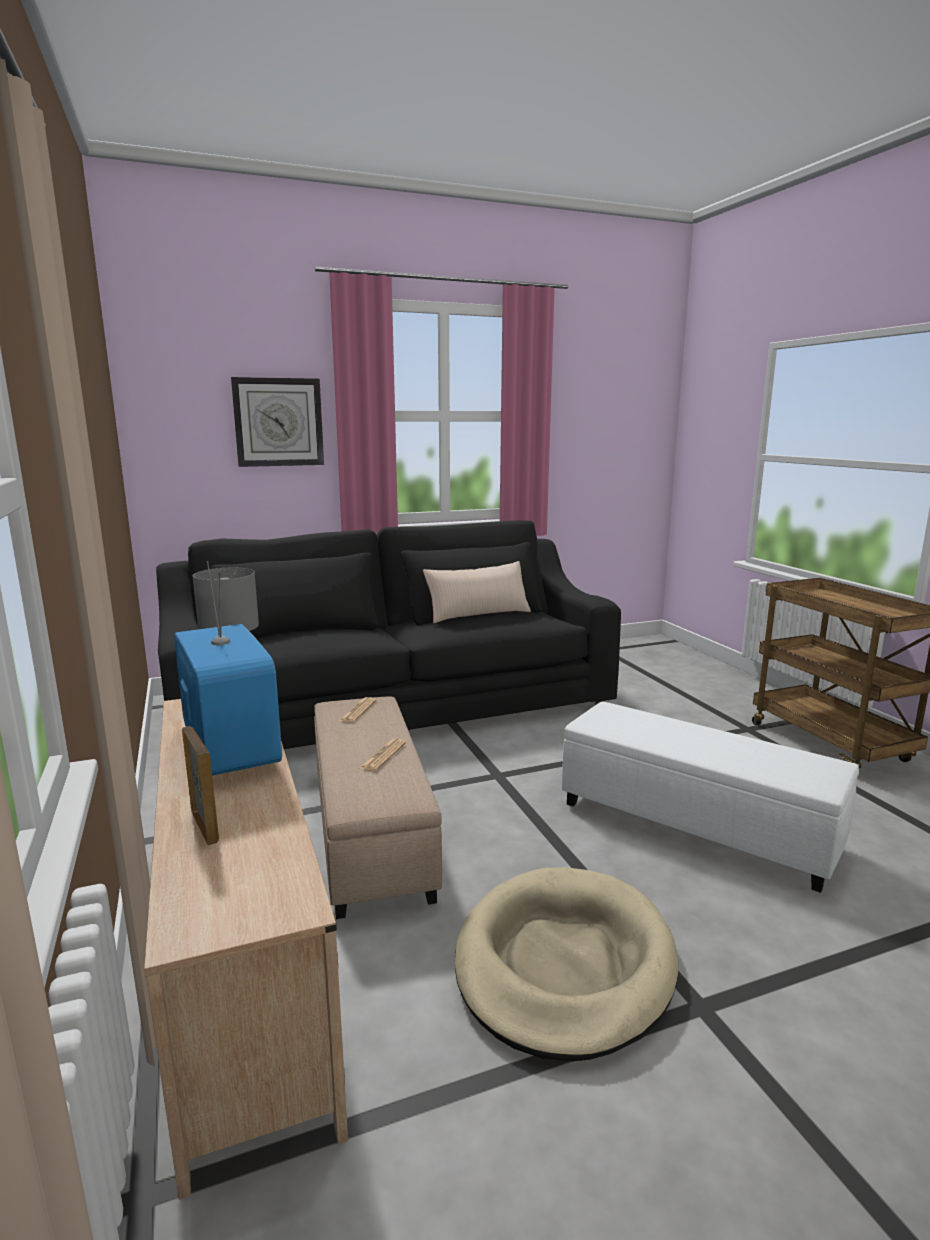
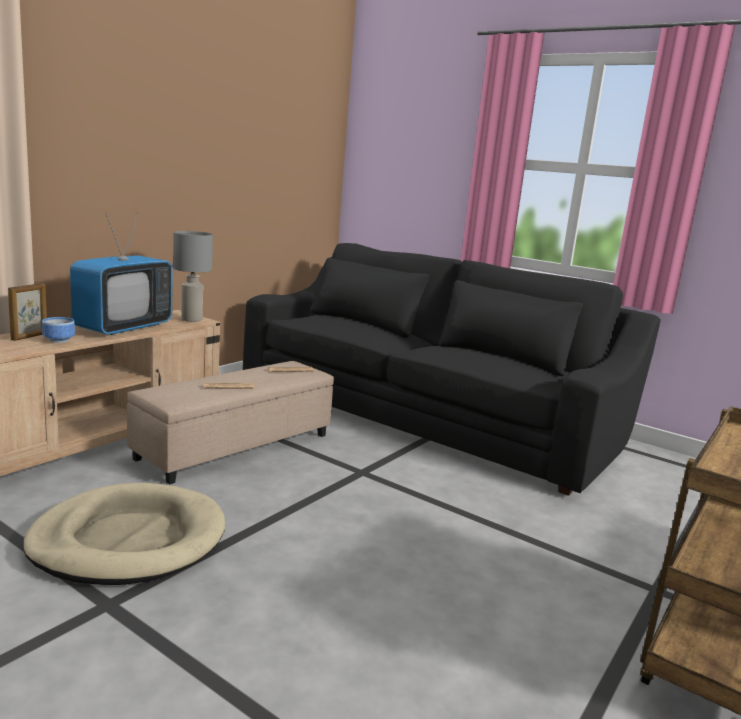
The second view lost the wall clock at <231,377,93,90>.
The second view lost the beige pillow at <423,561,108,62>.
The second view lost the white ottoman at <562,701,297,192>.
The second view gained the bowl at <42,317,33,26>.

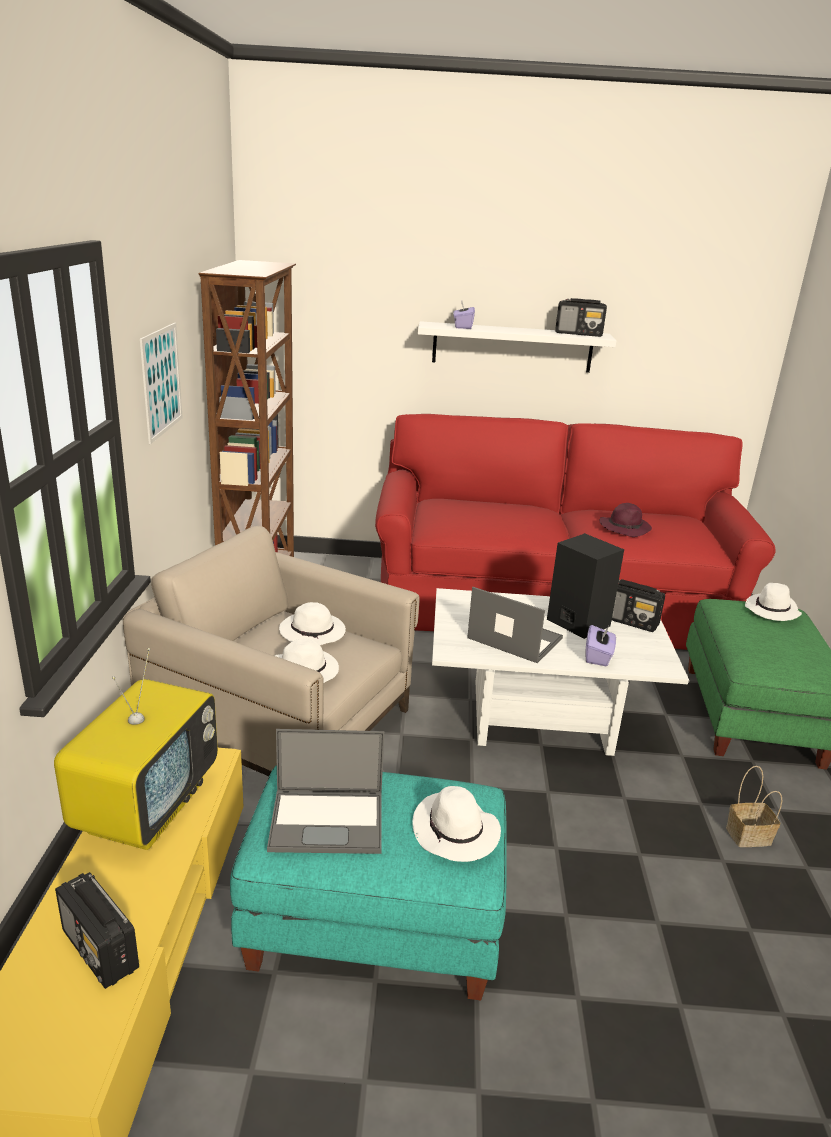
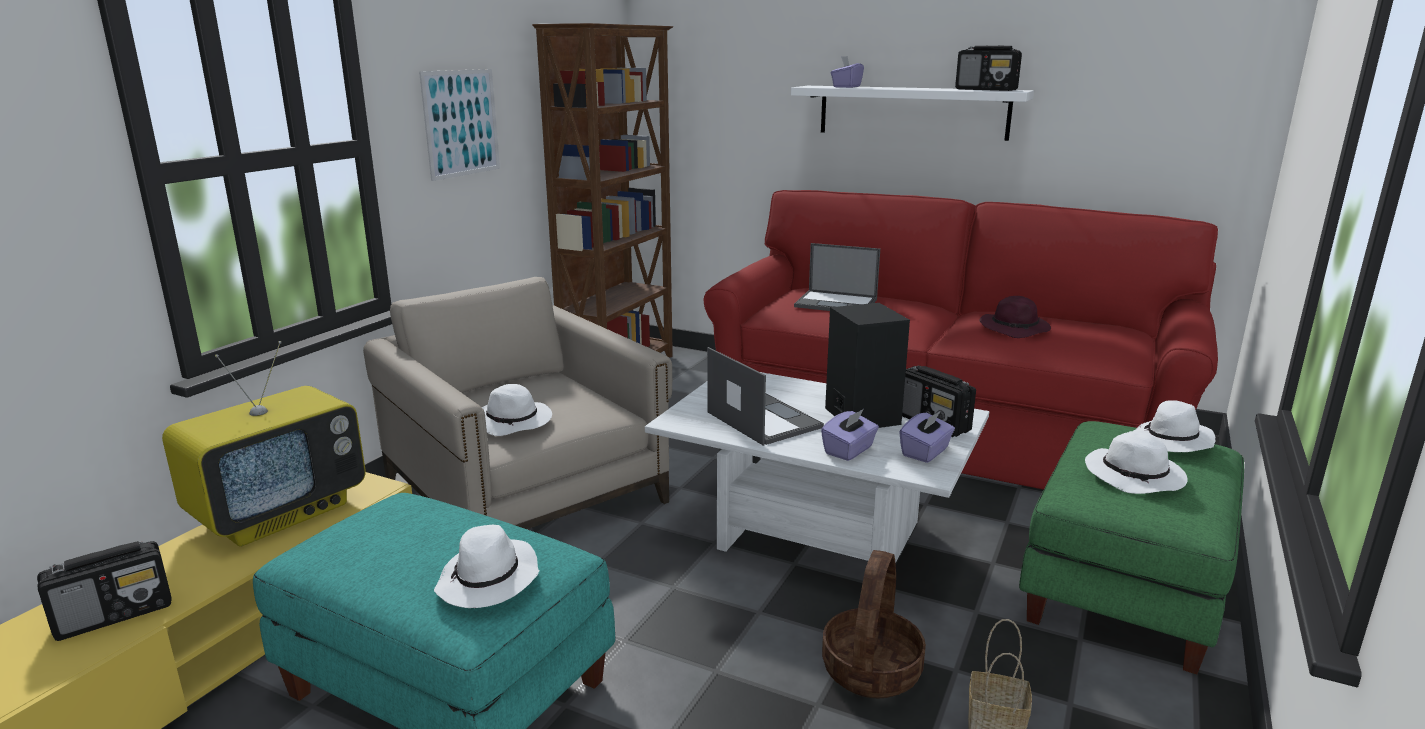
The white hat ended up elsewhere, having gone from <279,602,67,43> to <1085,432,103,62>.
The laptop ended up elsewhere, having gone from <267,729,117,125> to <794,243,86,68>.
The radio at <55,872,84,117> ended up facing another way, 105 degrees counterclockwise from before.
The second view gained the purple tissue box at <899,411,56,52>.
The second view gained the basket at <822,550,104,148>.

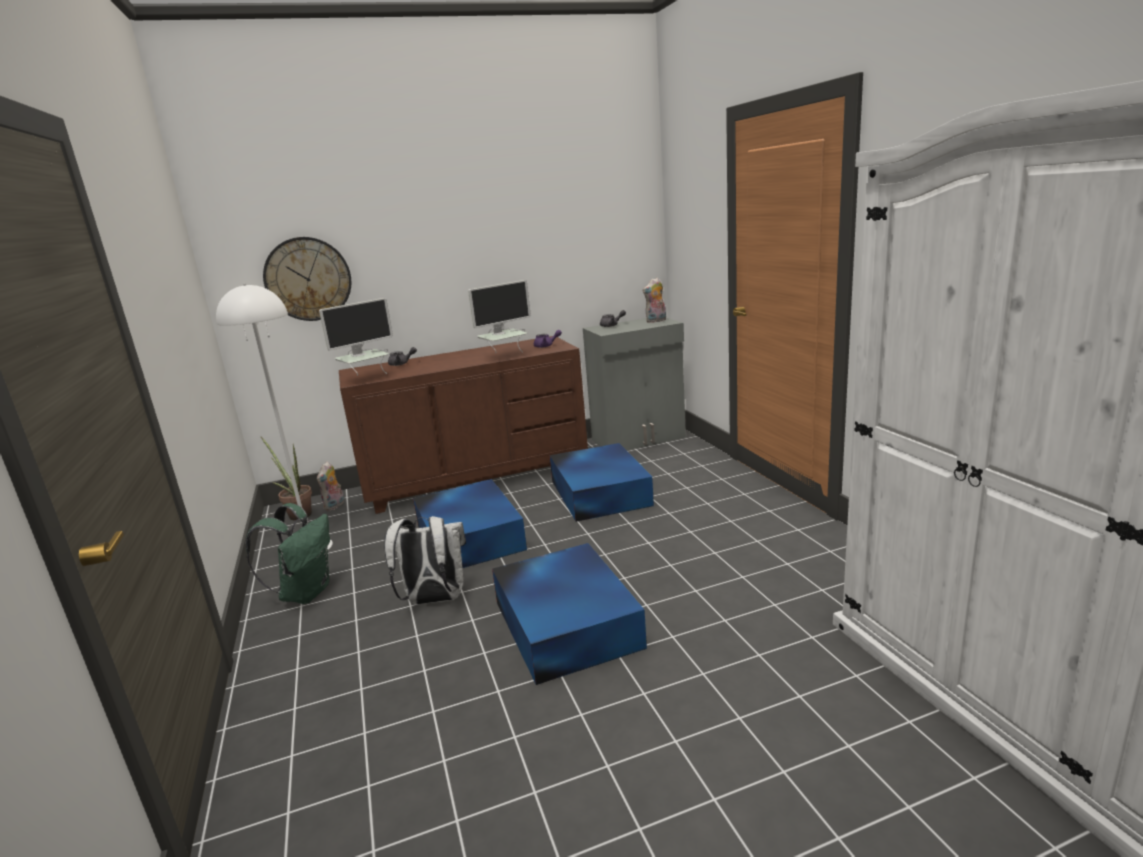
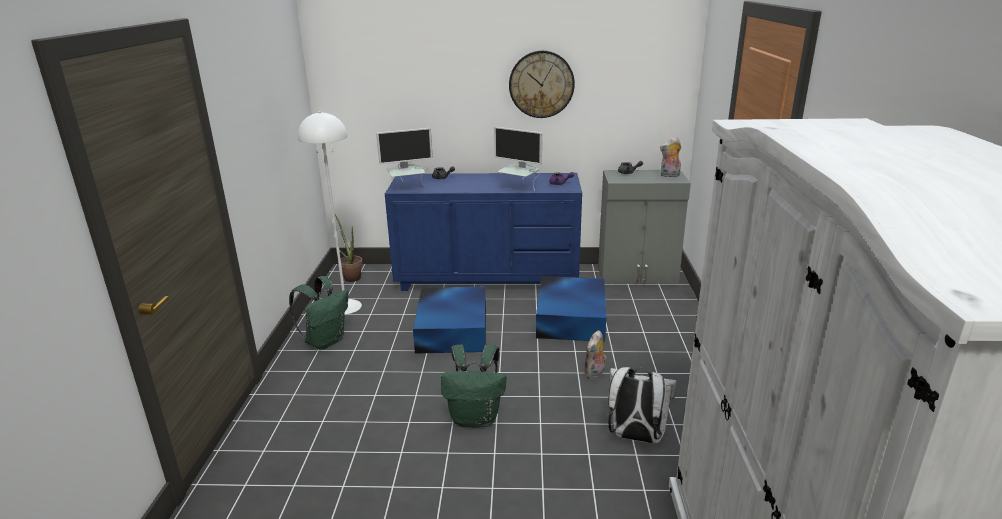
The wall clock ended up elsewhere, having gone from <263,237,88,84> to <509,51,66,67>.
The monitor at <468,280,63,74> ended up facing another way, 45 degrees clockwise from before.
What was the brown dresser at <339,336,249,178> turned into the blue dresser at <385,173,197,118>.
The plush toy ended up elsewhere, having gone from <317,461,27,50> to <584,330,23,49>.
The white backpack ended up elsewhere, having gone from <384,516,82,89> to <608,367,69,76>.
Where the blue storage box stood at <492,543,155,142>, the green backpack came to stand at <441,344,65,83>.

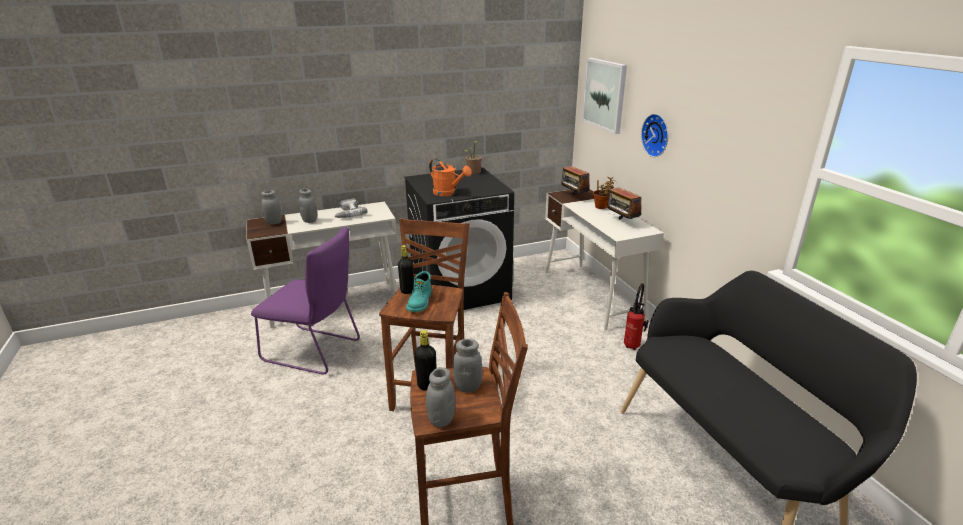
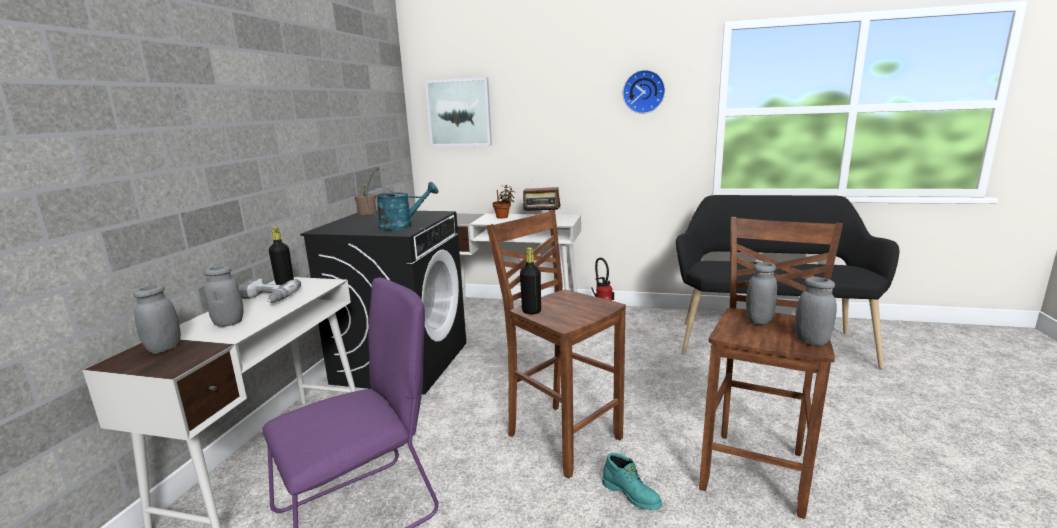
The wall clock ended up elsewhere, having gone from <641,114,27,43> to <623,70,42,44>.
What was the orange watering can at <429,159,43,37> turned into the turquoise watering can at <367,182,71,49>.
The second view lost the radio at <561,166,29,29>.
The turquoise boot ended up elsewhere, having gone from <406,271,26,41> to <602,453,60,57>.
The black bottle ended up elsewhere, having gone from <414,330,23,61> to <269,227,25,58>.

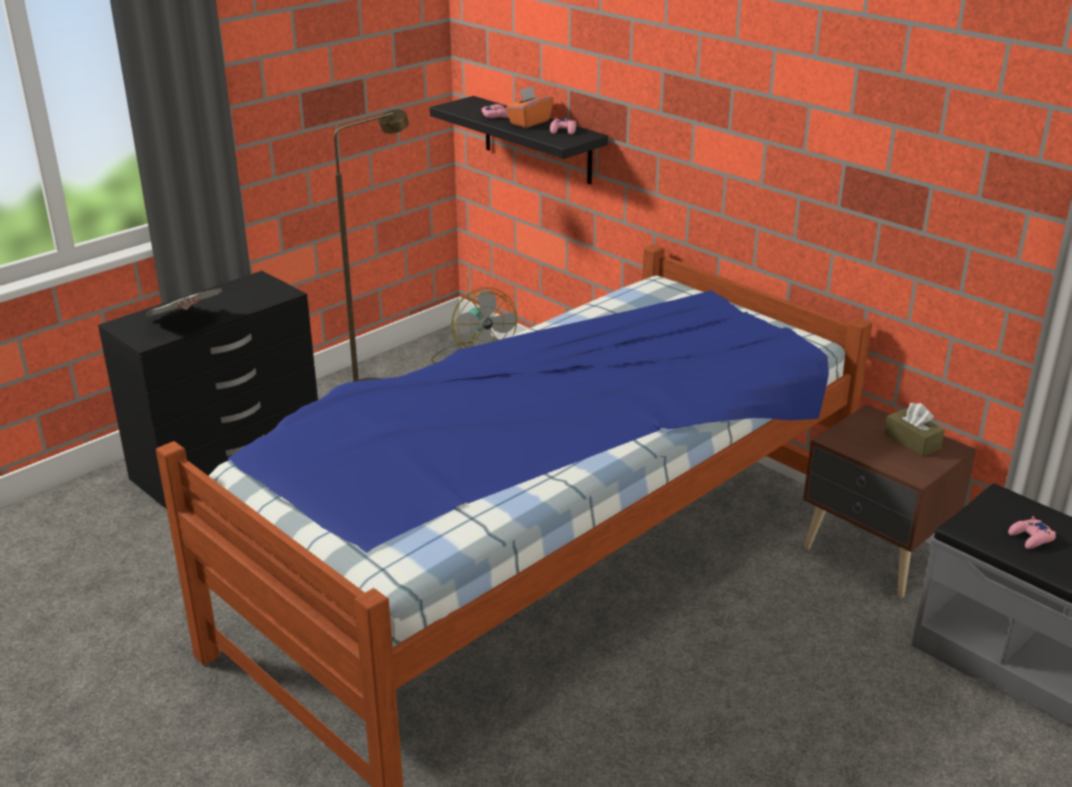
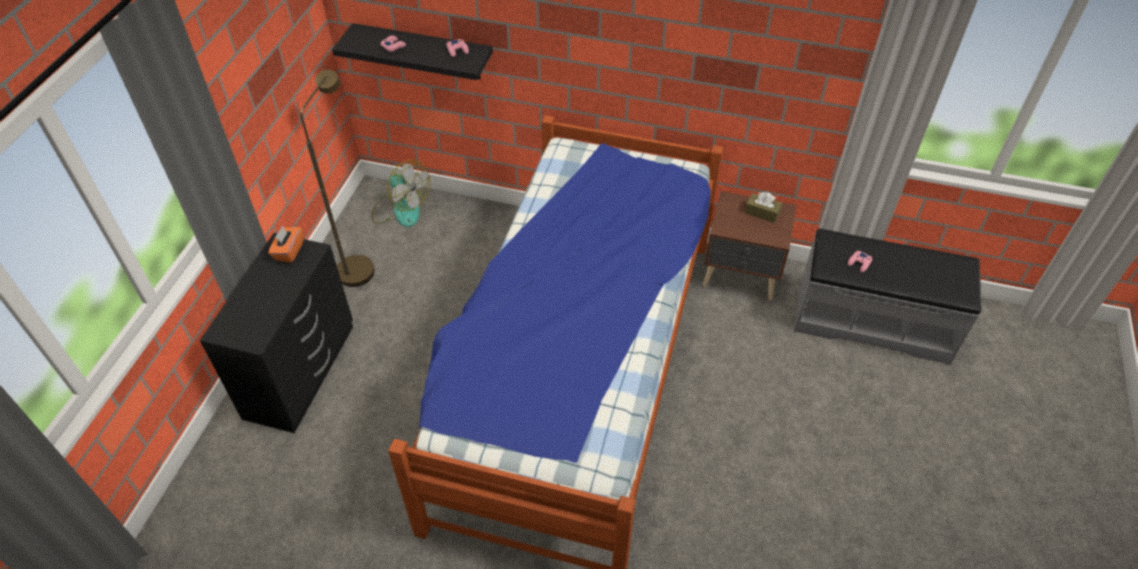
The orange tissue box ended up elsewhere, having gone from <506,86,48,42> to <268,226,35,37>.
The second view lost the newspaper at <146,288,76,28>.

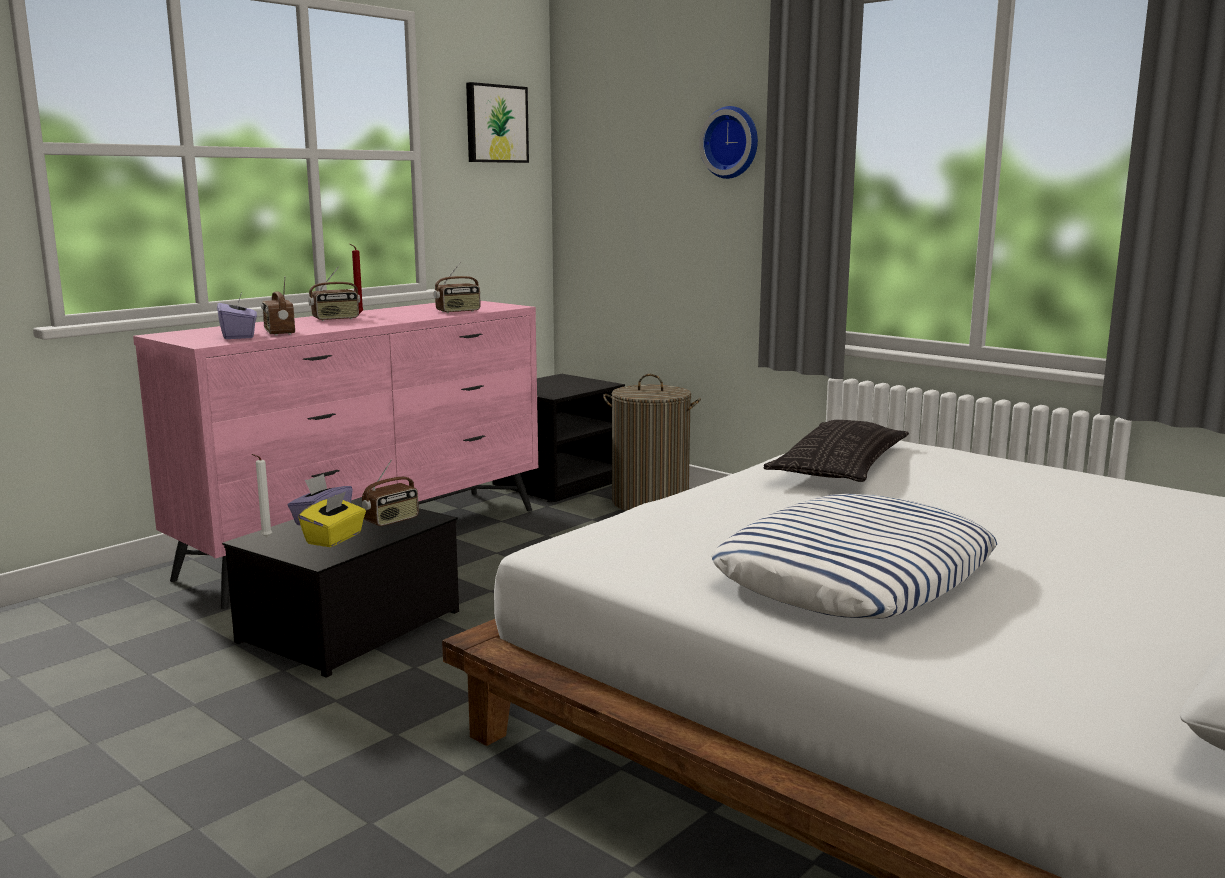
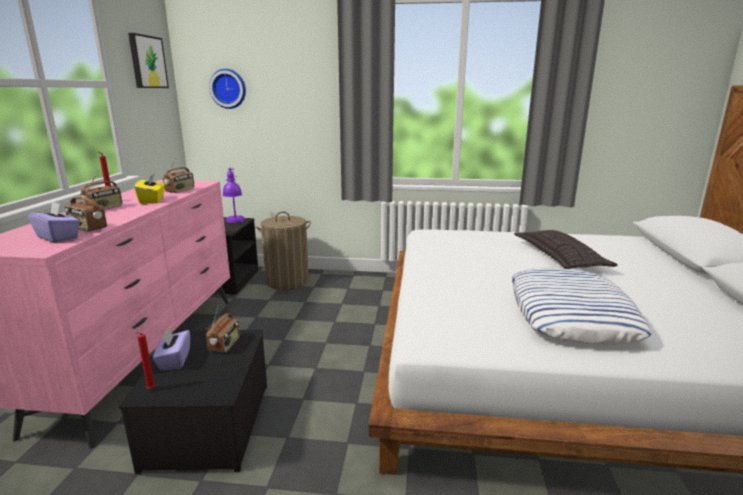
The wall clock ended up elsewhere, having gone from <699,106,59,73> to <209,69,37,40>.
The pillow ended up elsewhere, having gone from <764,420,145,62> to <514,230,104,39>.
What was the white candle at <252,454,20,83> turned into the red candle at <137,333,18,56>.
The yellow tissue box ended up elsewhere, having gone from <298,491,68,56> to <134,173,31,31>.
The second view gained the purple table lamp at <222,168,23,55>.

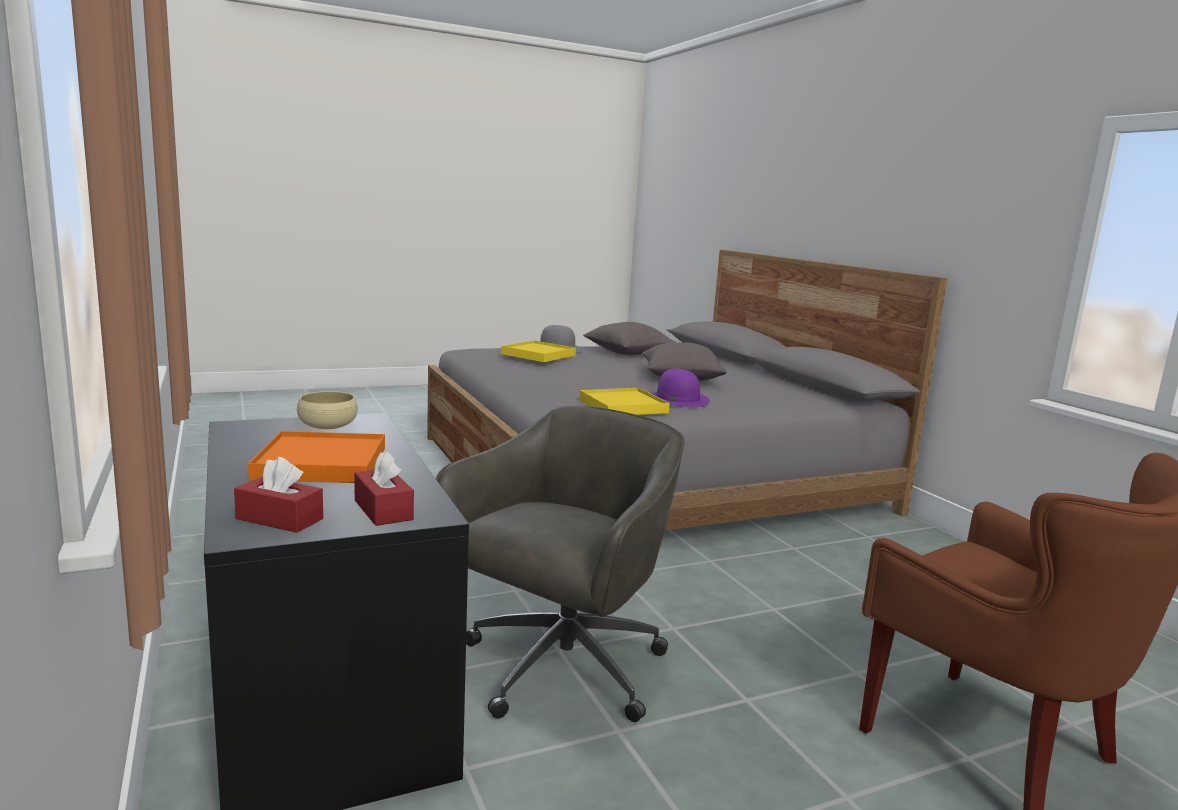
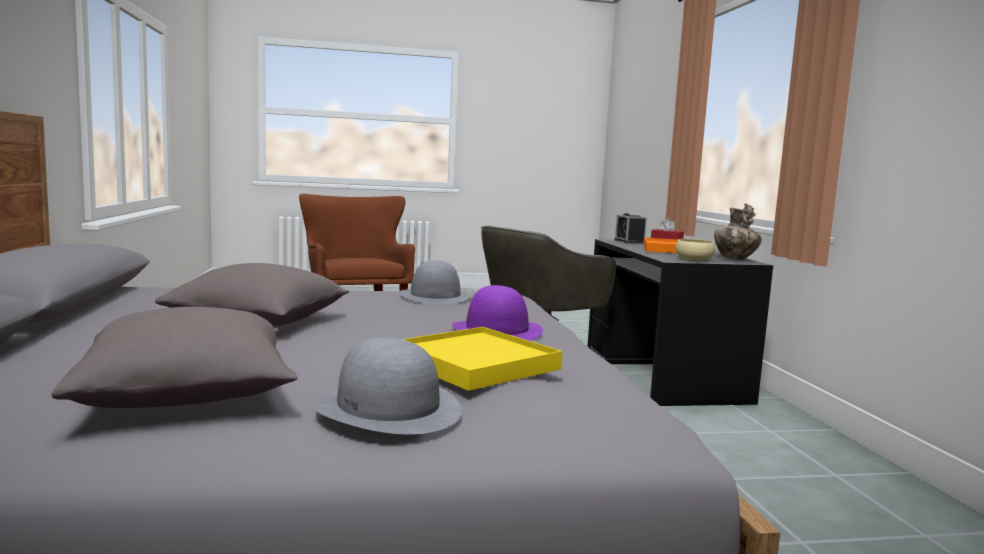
The purple hat ended up elsewhere, having gone from <650,369,60,39> to <452,285,91,56>.
Where the yellow tray stood at <579,388,91,27>, the grey hat came to stand at <399,260,73,44>.
Where the red tissue box stood at <354,451,60,75>, the alarm clock came to stand at <615,213,32,31>.
The second view gained the vase at <714,204,48,56>.

